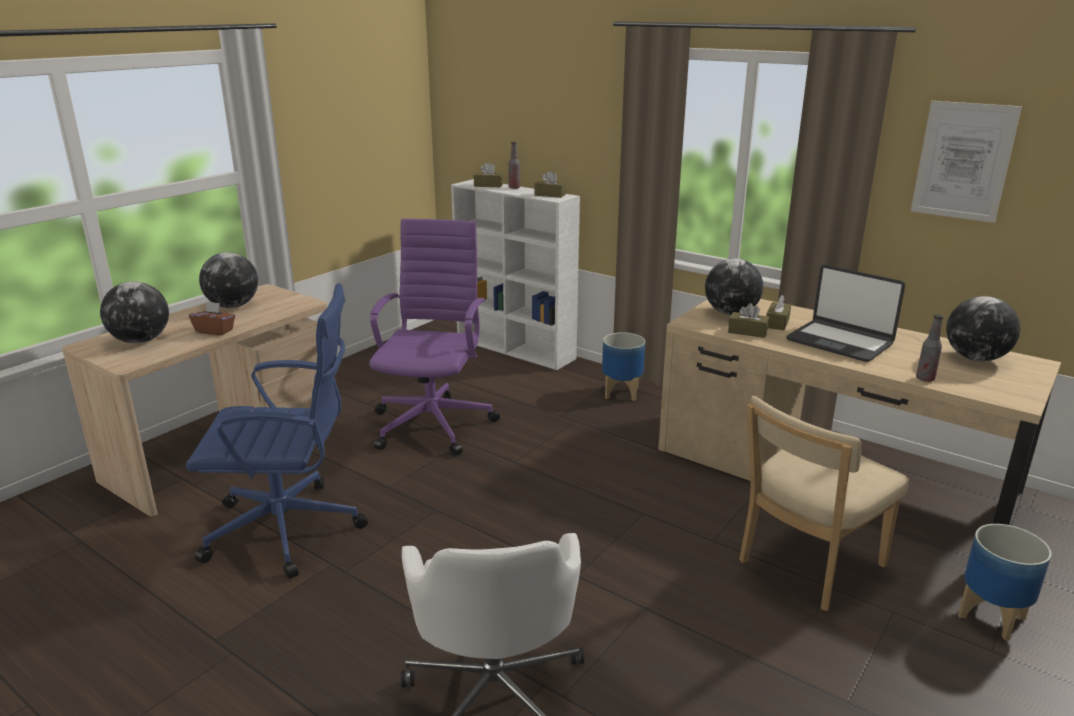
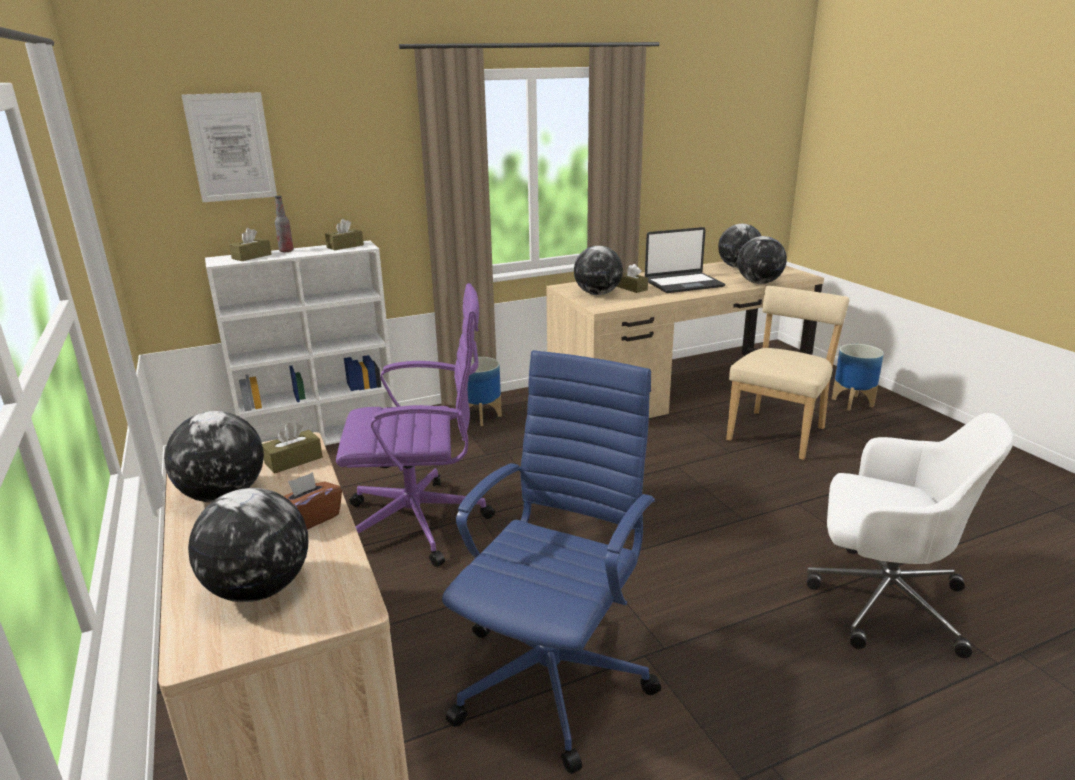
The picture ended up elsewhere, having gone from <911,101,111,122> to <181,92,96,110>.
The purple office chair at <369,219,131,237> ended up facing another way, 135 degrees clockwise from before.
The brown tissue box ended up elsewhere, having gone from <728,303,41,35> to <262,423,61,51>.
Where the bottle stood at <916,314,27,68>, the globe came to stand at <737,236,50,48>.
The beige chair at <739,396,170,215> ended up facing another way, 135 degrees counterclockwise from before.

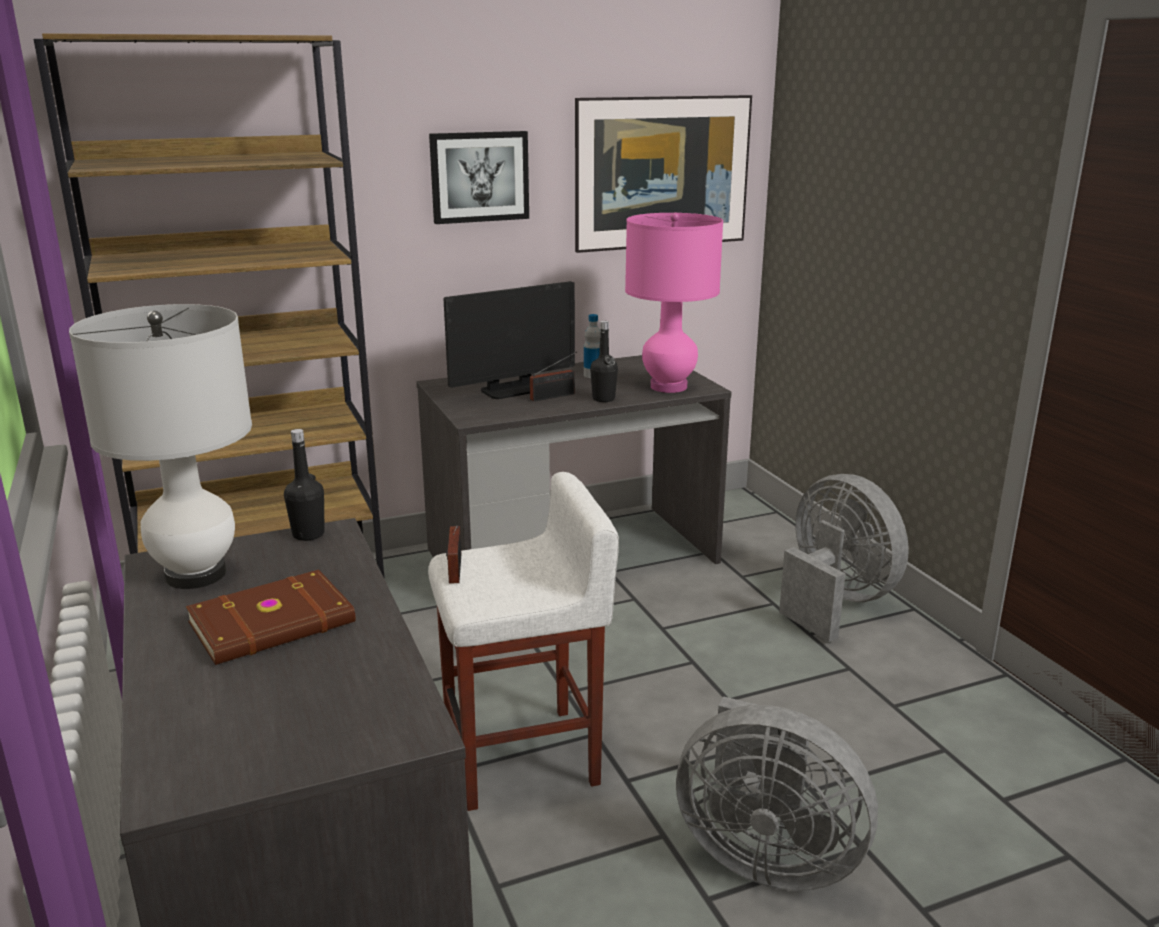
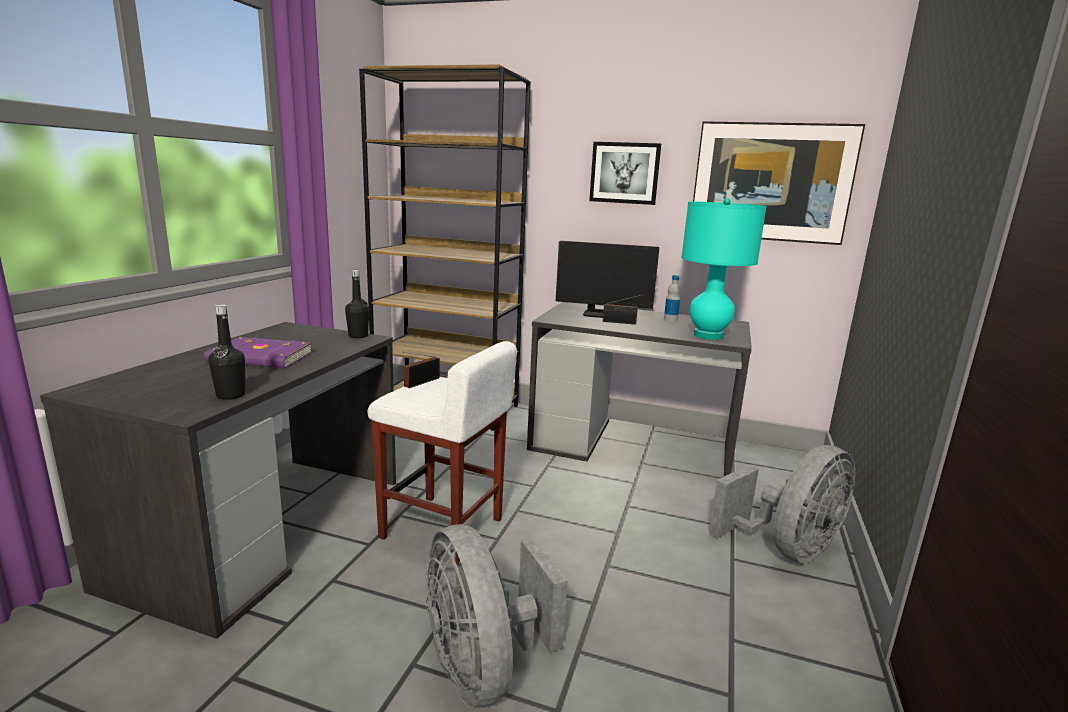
What was the pink table lamp at <625,212,98,181> turned into the turquoise table lamp at <681,198,86,142>.
The second view lost the white table lamp at <69,304,183,285>.
The black bottle ended up elsewhere, having gone from <590,321,28,81> to <208,304,37,96>.
The grey fan at <779,474,130,168> ended up facing another way, 45 degrees clockwise from before.
What was the brown book at <186,570,170,95> turned into the purple book at <204,337,108,31>.

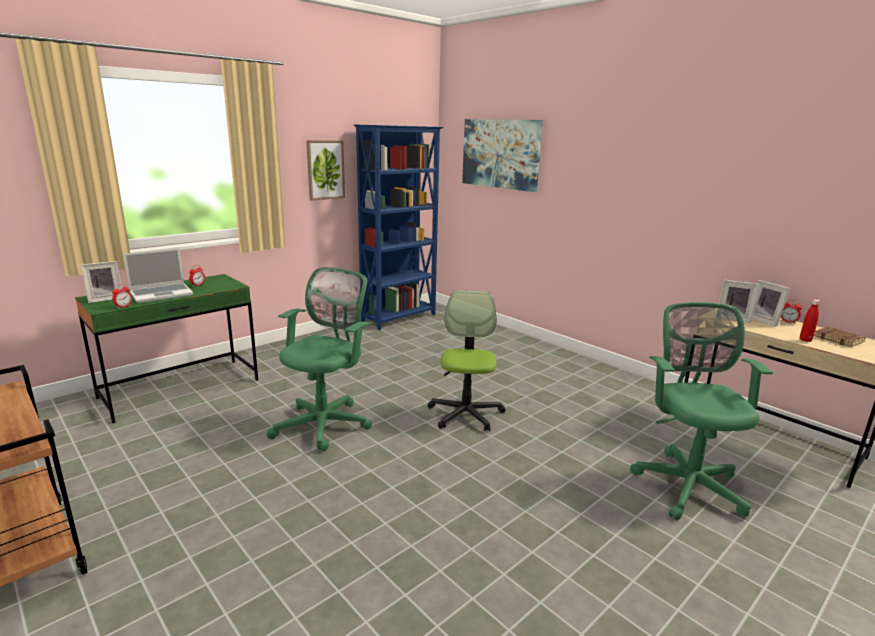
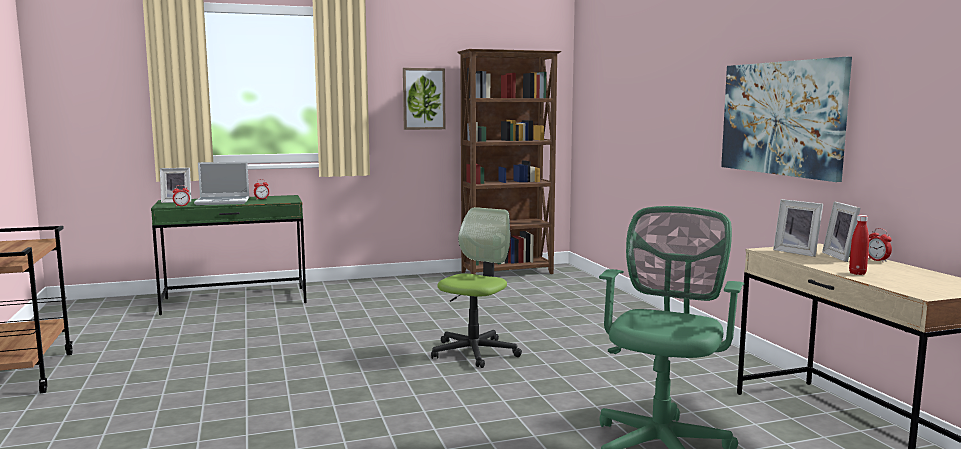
The picture ended up elsewhere, having gone from <462,119,81,73> to <721,57,131,125>.
What was the blue bookcase at <354,124,90,206> turned into the brown bookcase at <457,49,105,225>.
The second view lost the green office chair at <267,267,105,184>.
The second view lost the brown book at <814,327,51,20>.

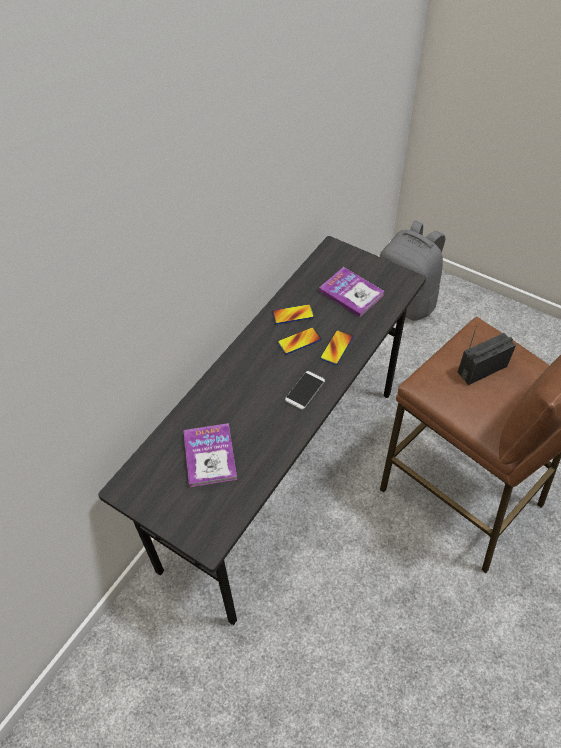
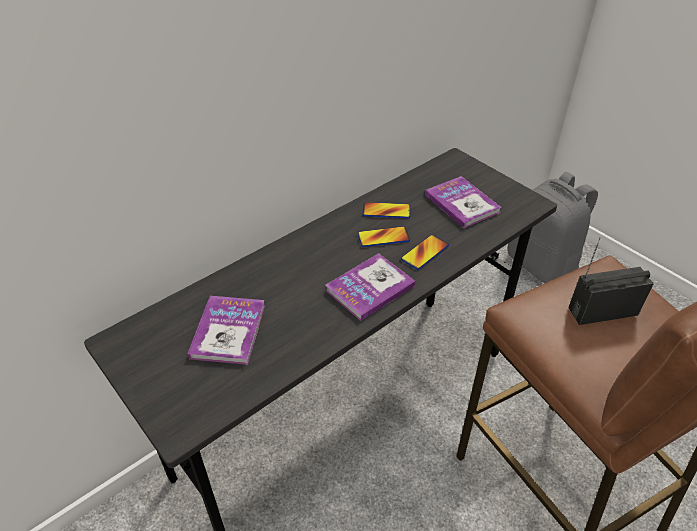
Where the phone stood at <285,371,40,39>, the book came to stand at <325,253,90,68>.

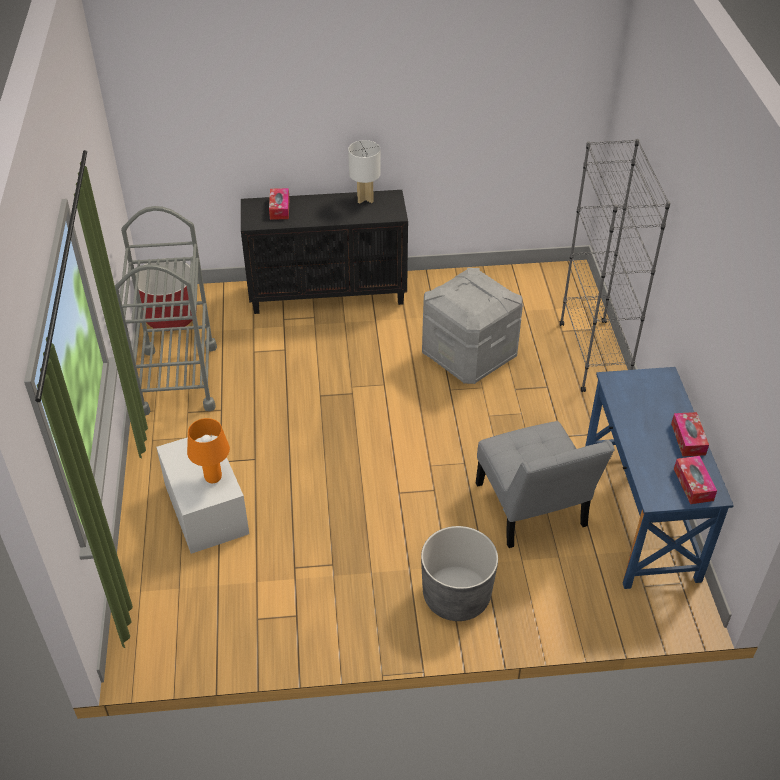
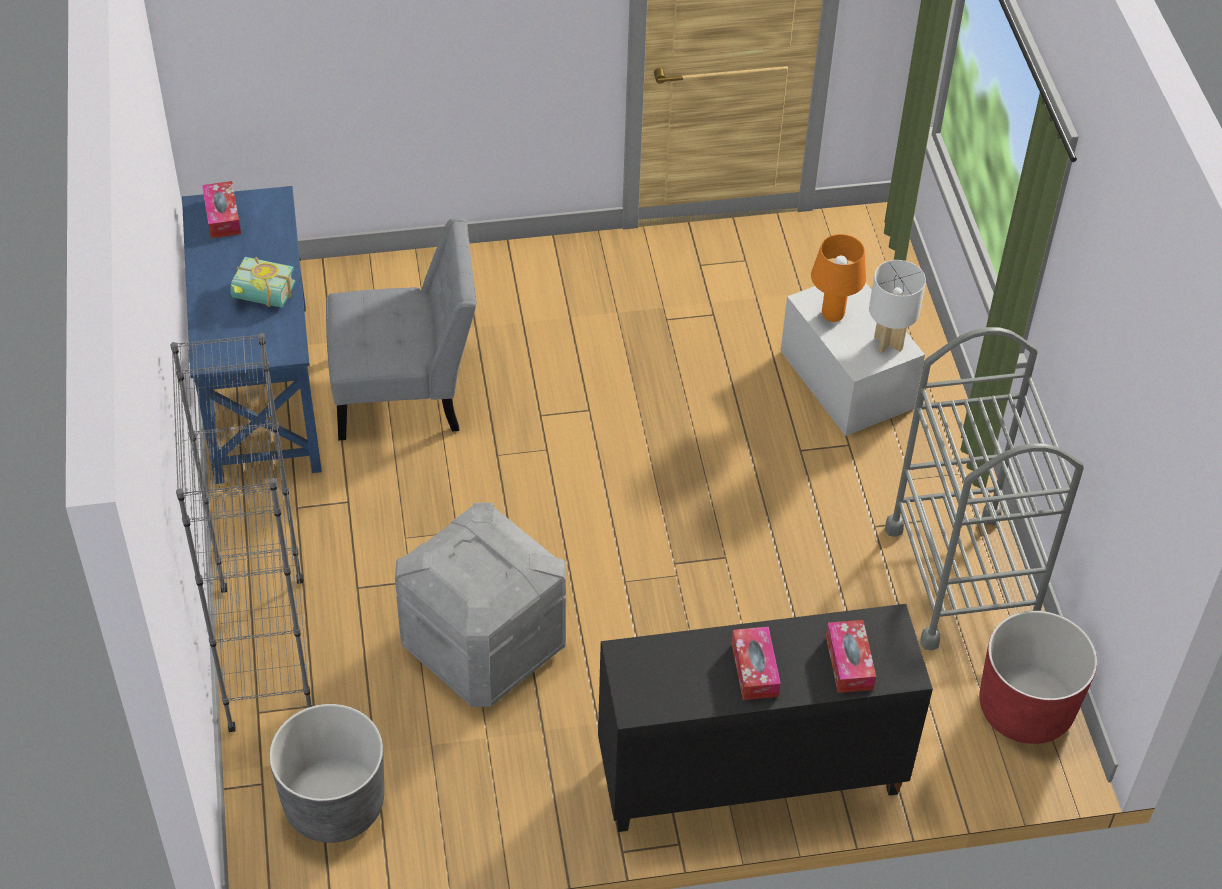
The white table lamp ended up elsewhere, having gone from <348,140,33,63> to <869,260,57,93>.
The tissue box ended up elsewhere, having gone from <671,412,38,44> to <732,627,49,73>.
The grey chair at <476,421,139,127> ended up facing another way, 105 degrees clockwise from before.
The grey planter ended up elsewhere, having gone from <421,526,77,95> to <269,704,115,139>.
The second view gained the book at <231,257,64,51>.

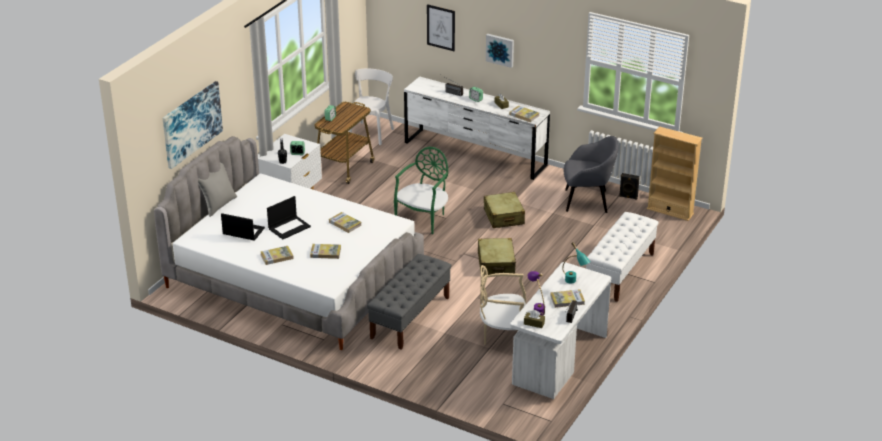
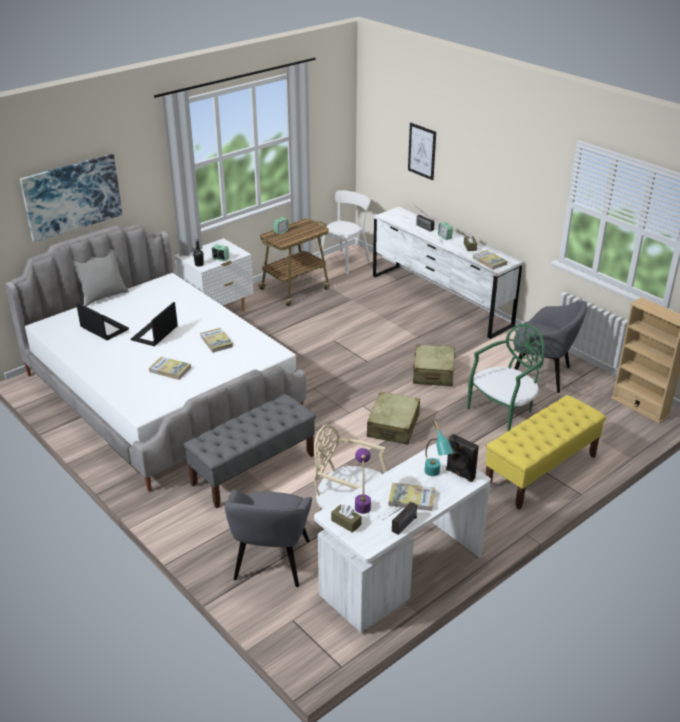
The second view lost the picture at <486,34,28,34>.
The green chair ended up elsewhere, having gone from <394,147,54,87> to <467,324,78,107>.
The black speaker ended up elsewhere, having gone from <619,173,21,27> to <446,434,33,48>.
The laptop at <267,196,44,43> ended up facing another way, 135 degrees clockwise from before.
What was the white bench at <586,212,73,90> turned into the yellow bench at <485,395,121,115>.
The second view lost the book at <261,246,33,19>.
The second view gained the grey armchair at <225,490,87,97>.

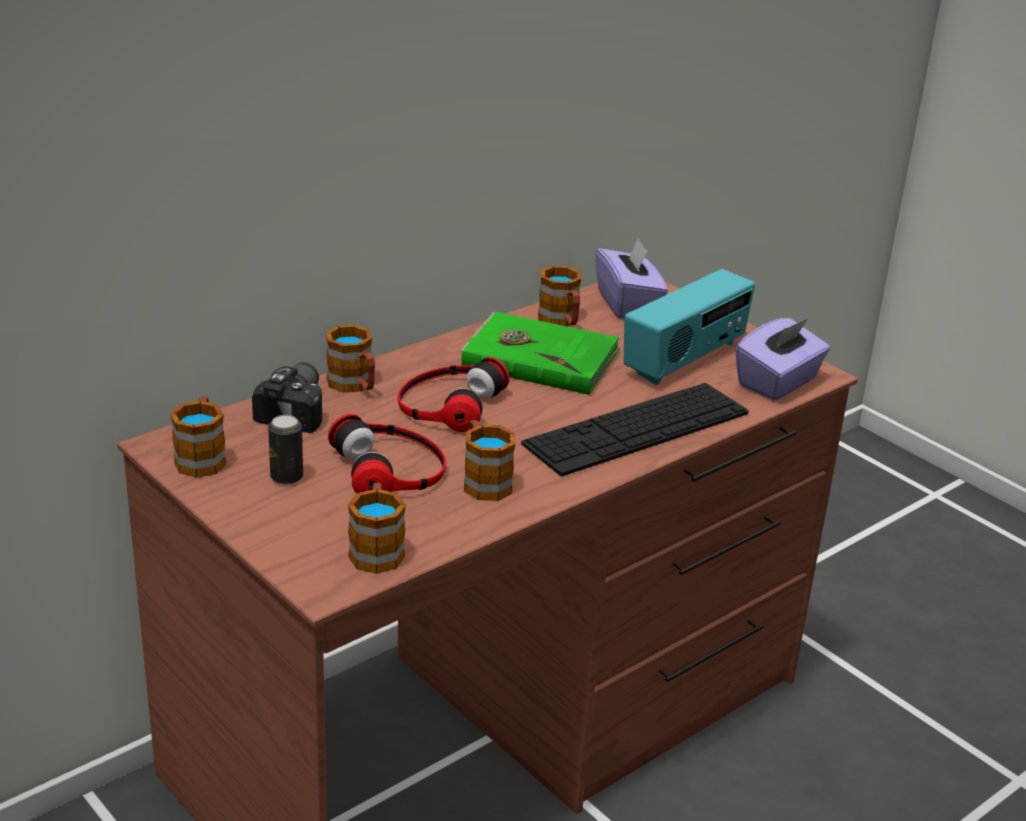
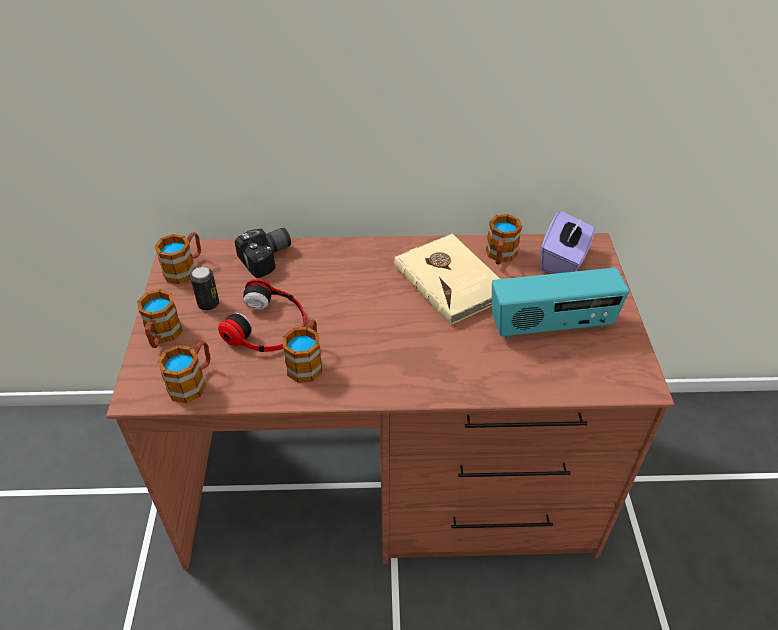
What was the green book at <461,312,159,83> turned into the beige book at <394,233,106,92>.
The second view lost the purple tissue box at <735,318,95,82>.
The mug ended up elsewhere, having gone from <326,325,49,68> to <137,289,45,59>.
The second view lost the headphones at <398,357,112,75>.
The second view lost the keyboard at <521,383,228,94>.

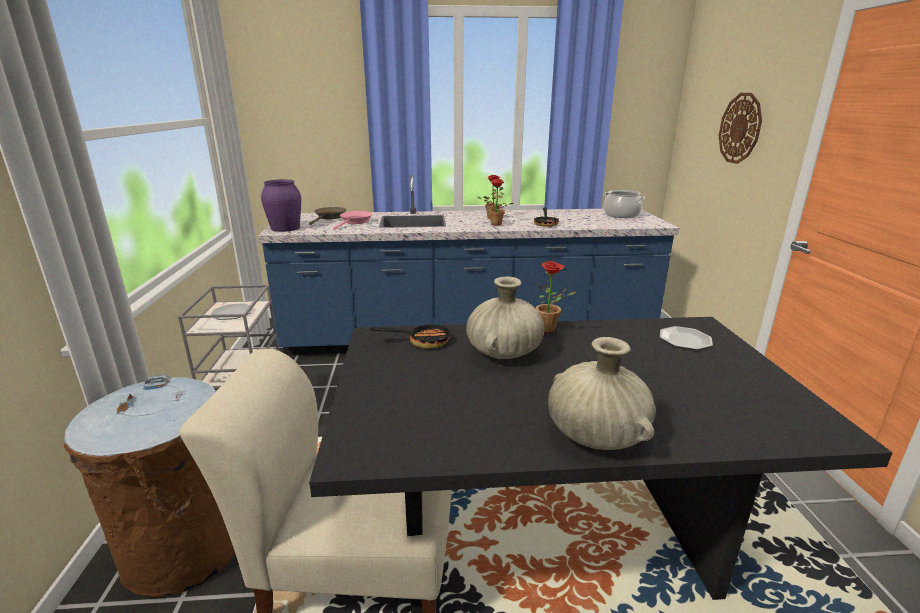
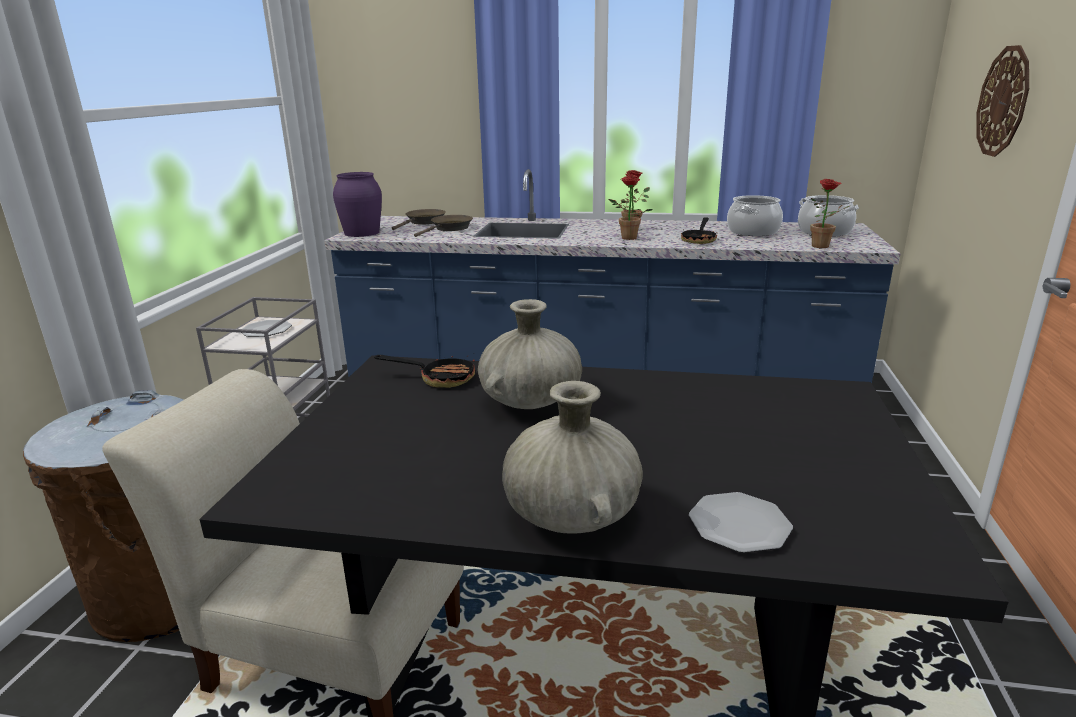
What was the pink frying pan at <333,211,40,19> turned into the brown frying pan at <414,215,59,22>.
The potted plant ended up elsewhere, having gone from <534,261,42,72> to <810,179,40,69>.
The plate ended up elsewhere, having gone from <660,326,53,24> to <689,492,104,61>.
The second view gained the cooking pot at <727,195,56,41>.

